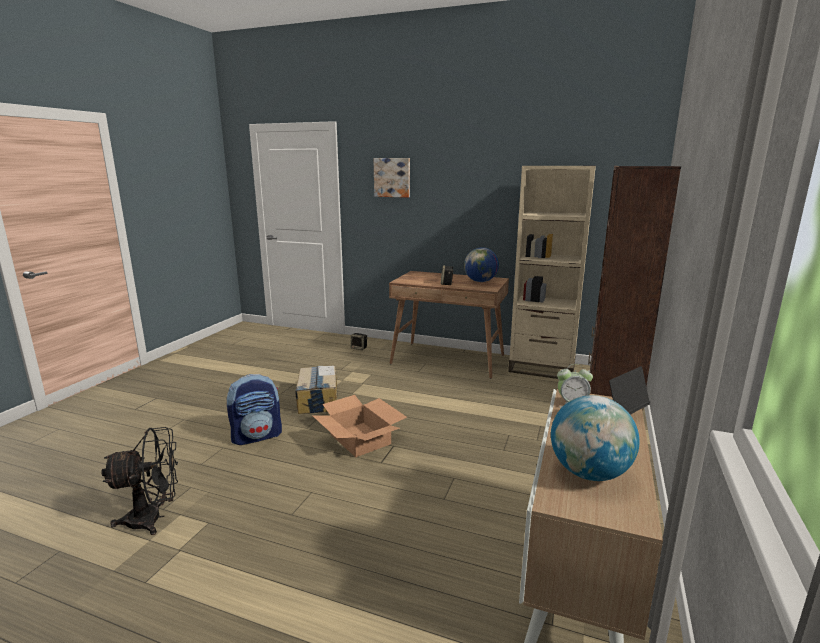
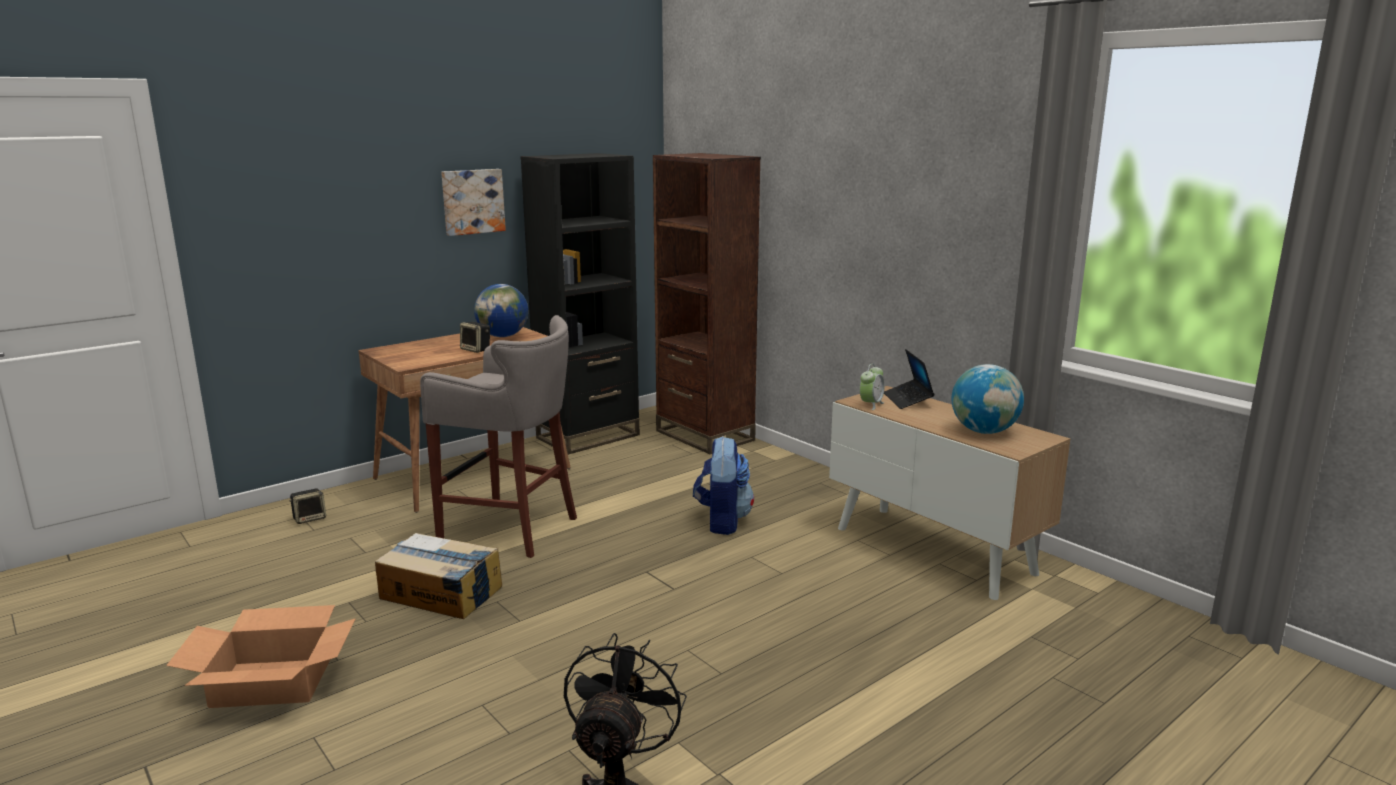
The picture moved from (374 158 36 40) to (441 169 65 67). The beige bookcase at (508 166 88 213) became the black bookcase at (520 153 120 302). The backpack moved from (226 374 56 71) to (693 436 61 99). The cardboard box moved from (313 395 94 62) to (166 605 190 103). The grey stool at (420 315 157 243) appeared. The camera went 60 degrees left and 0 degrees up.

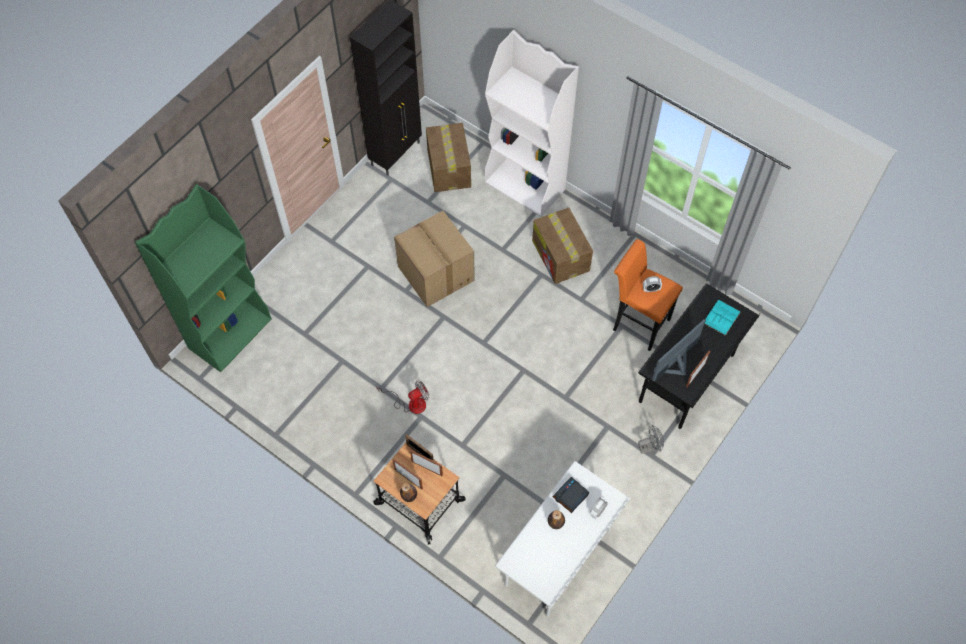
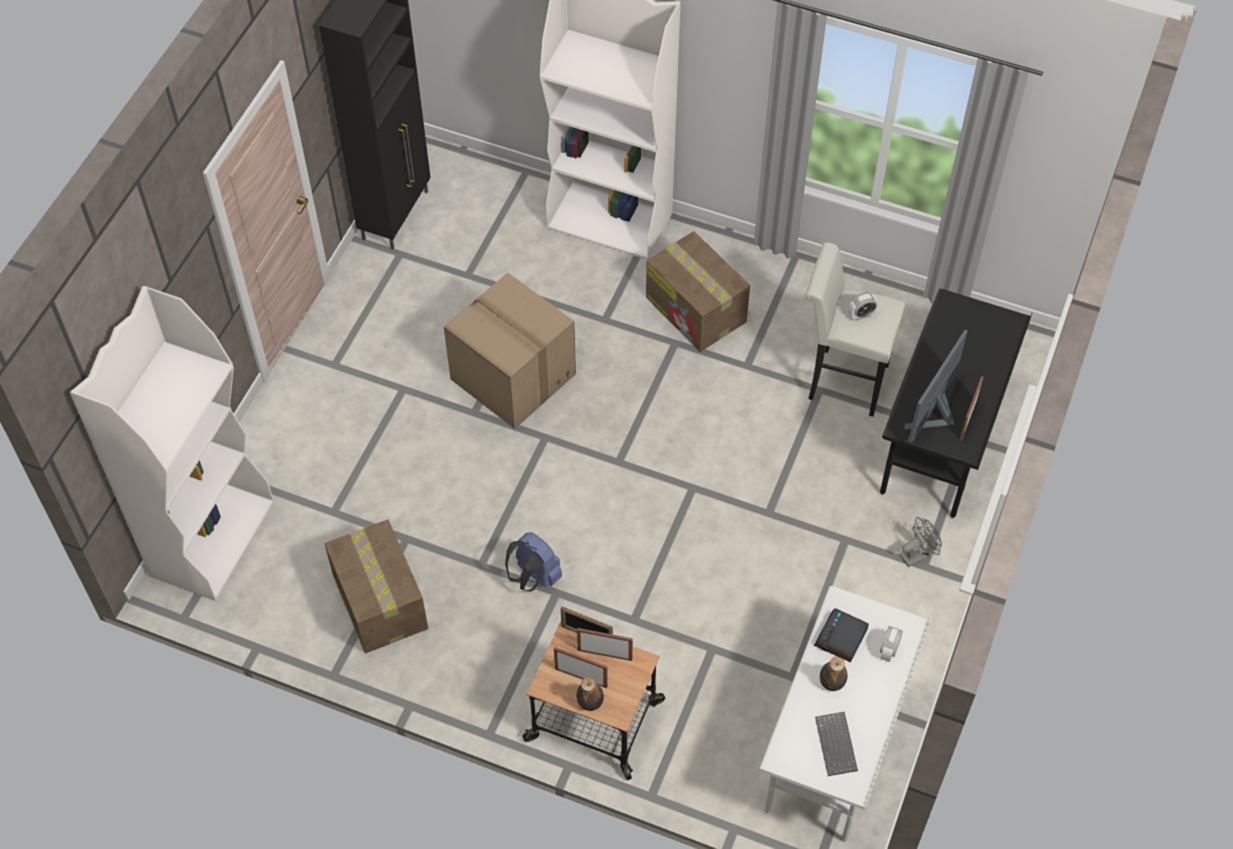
The cardboard box moved from (426 123 45 69) to (325 520 103 133). The green bookcase at (135 184 137 188) became the white bookcase at (70 286 204 315). The orange stool at (613 239 70 112) became the white stool at (805 242 101 175). The turquoise book at (705 299 36 37) disappeared. The fan at (376 380 53 34) was replaced by the blue backpack at (505 532 57 59). The keyboard at (815 712 43 64) appeared. The camera went 15 degrees left and 5 degrees down.

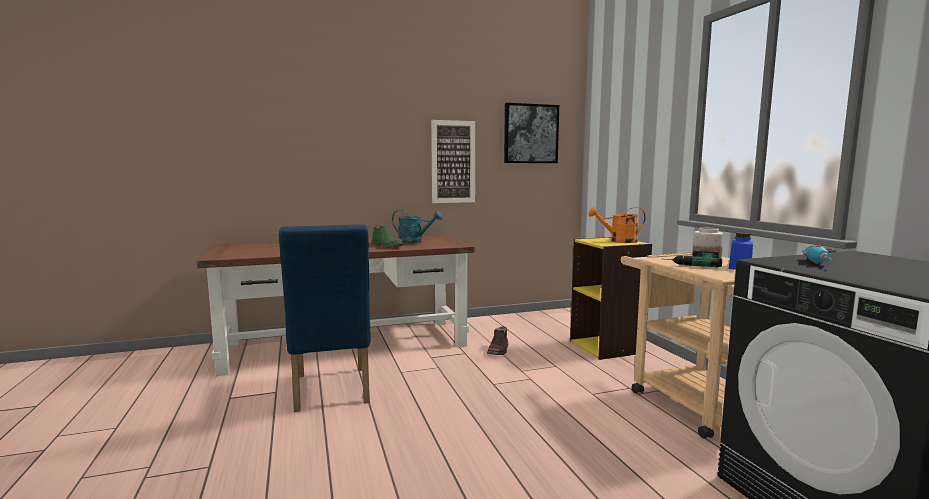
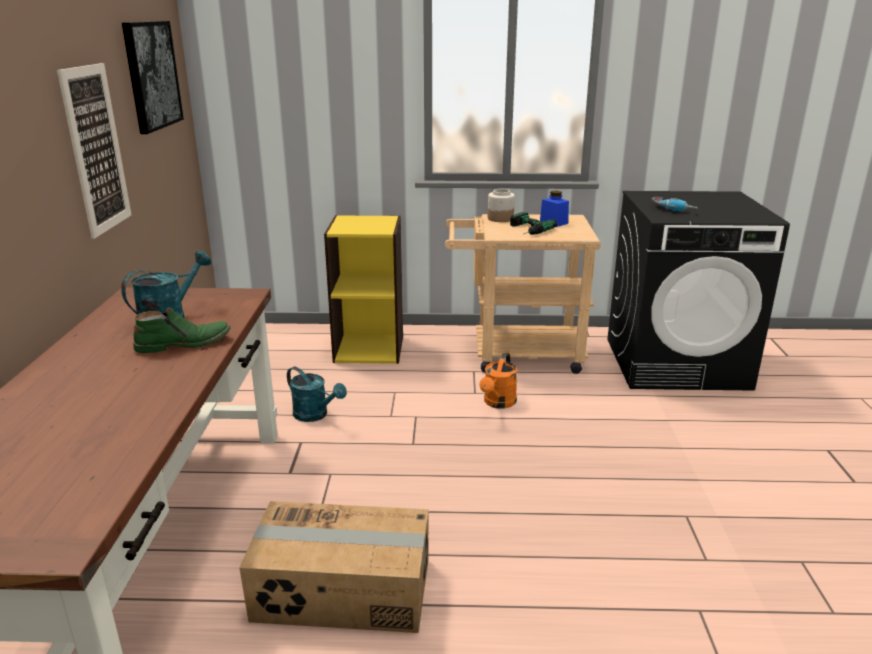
The orange watering can moved from (589 207 57 36) to (479 352 38 57). The blue chair at (279 224 91 188) was replaced by the cardboard box at (239 501 190 132). The brown boot at (487 326 21 29) was replaced by the turquoise watering can at (287 366 60 56). The camera went 70 degrees left and 15 degrees up.

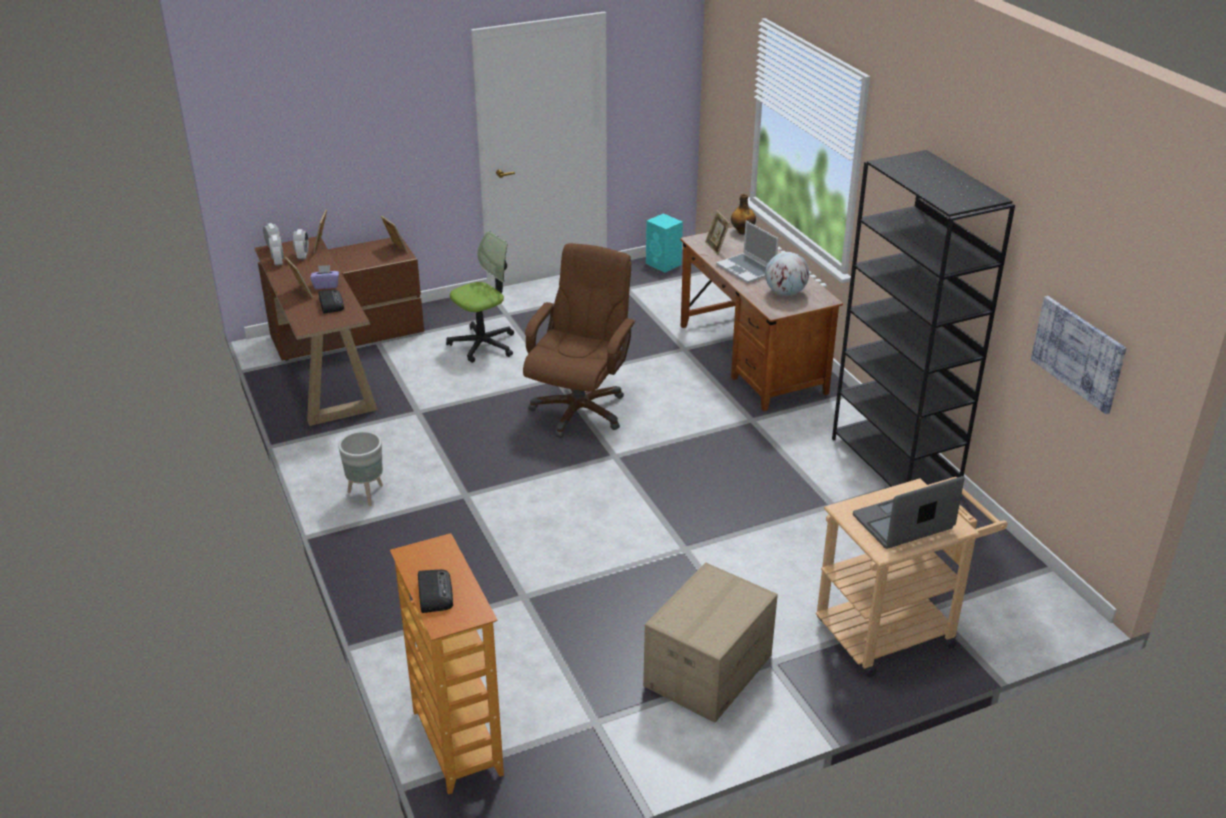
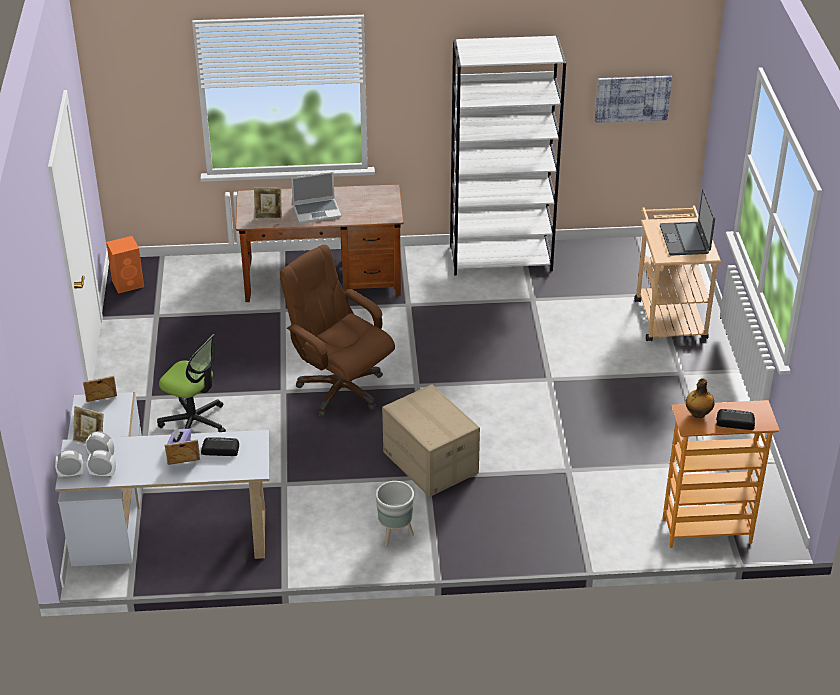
The black bookcase at (832 150 183 337) became the white bookcase at (450 36 116 240). The bottle moved from (731 194 25 41) to (686 378 29 40). The turquoise speaker at (646 213 37 60) became the orange speaker at (106 236 38 58). The office chair at (446 232 68 131) turned 135 degrees clockwise. The brown desk at (255 236 169 190) became the white desk at (55 392 215 174). The globe at (765 252 44 44) disappeared. The cardboard box moved from (643 563 135 159) to (382 384 98 113). The camera went 70 degrees left and 5 degrees up.

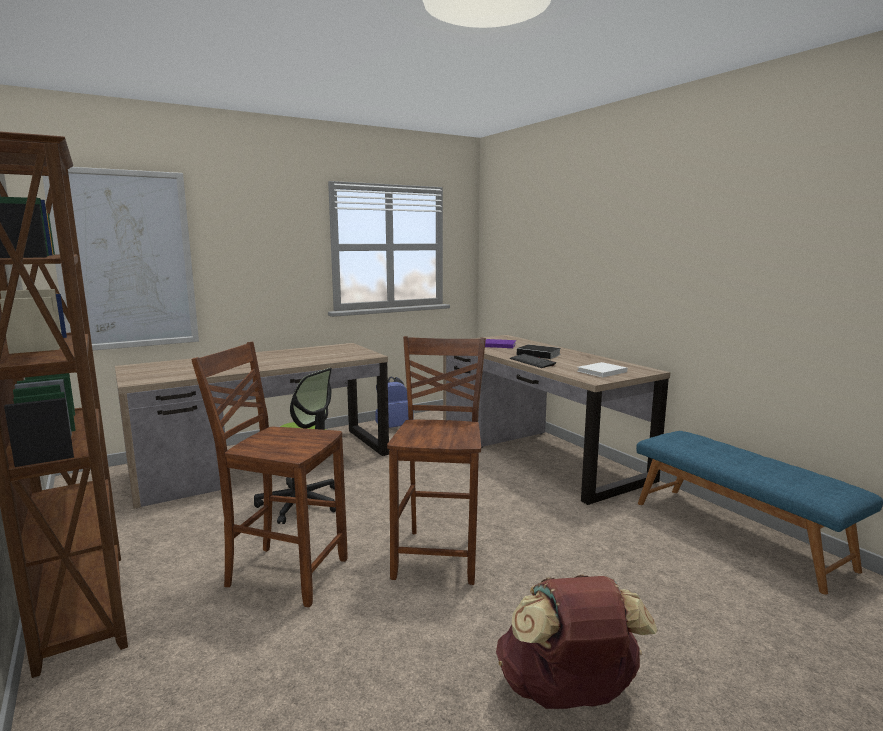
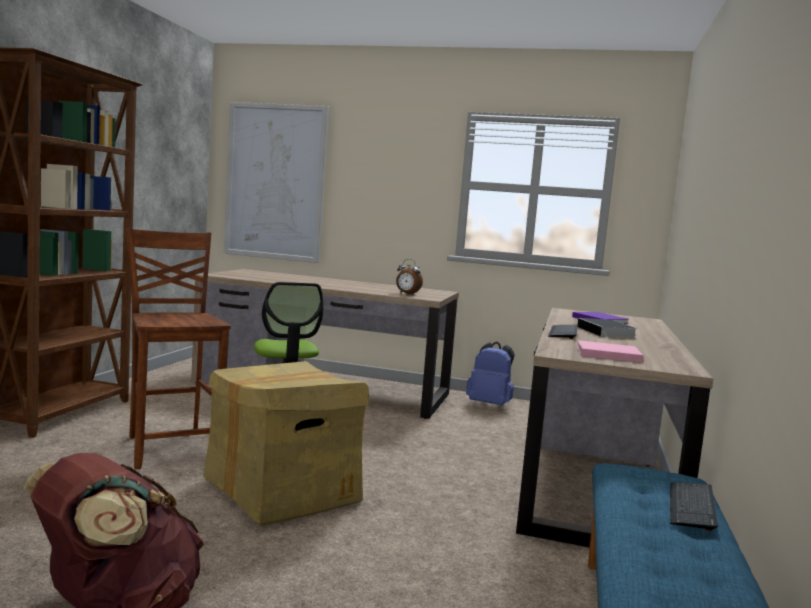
The brown chair at (387 336 99 249) was replaced by the cardboard box at (203 361 167 165). The white book at (577 362 50 15) became the pink book at (577 340 66 23). The alarm clock at (396 259 27 36) appeared. The keyboard at (670 482 48 50) appeared. The camera went 45 degrees right and 5 degrees down.

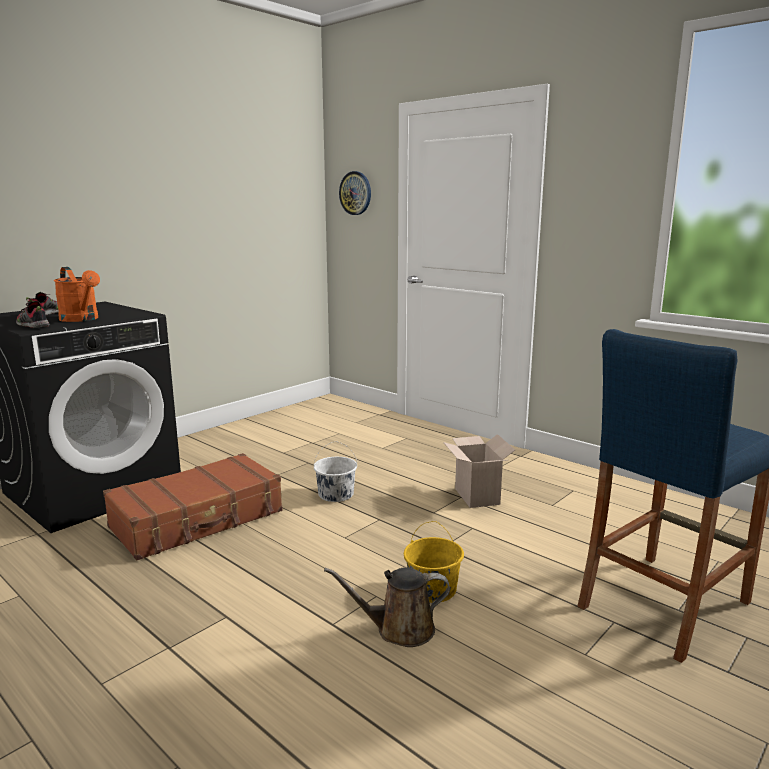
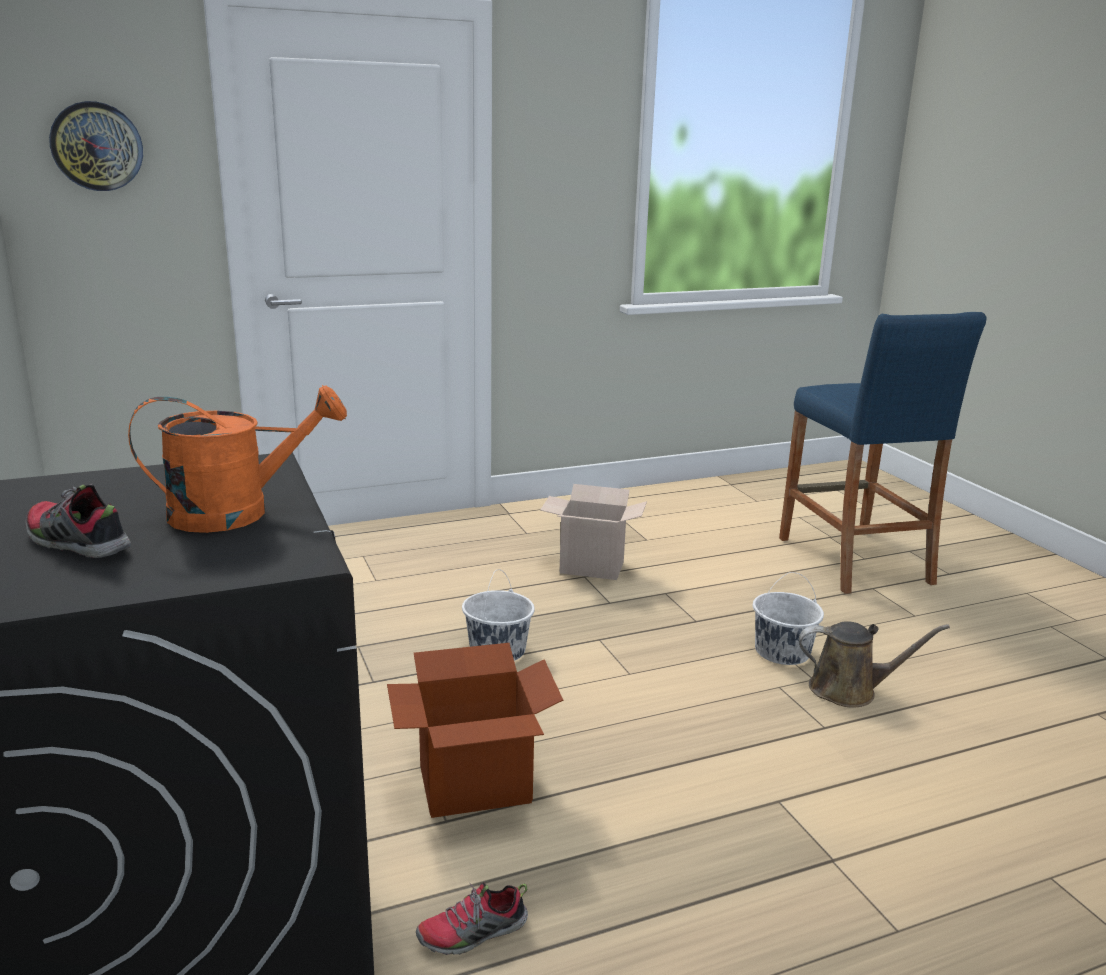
The shoe moved from (16 301 34 27) to (416 882 112 73). The brown suitcase at (103 453 179 108) was replaced by the cardboard box at (387 643 176 175). The yellow bucket at (404 521 60 82) became the white bucket at (753 572 71 93). The brown watering can at (324 567 126 80) turned 105 degrees counterclockwise. The camera went 65 degrees left and 5 degrees up.

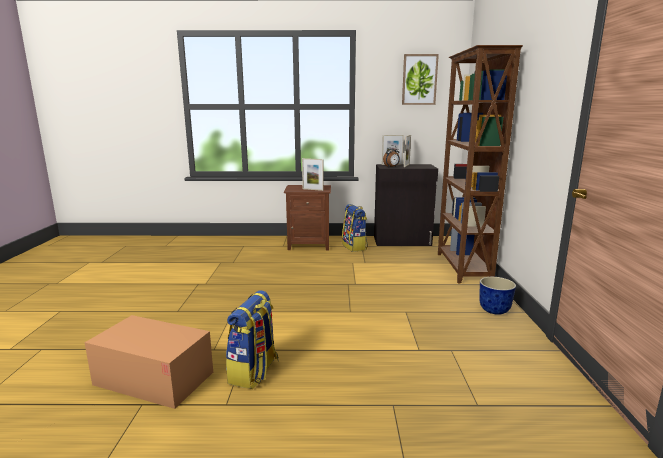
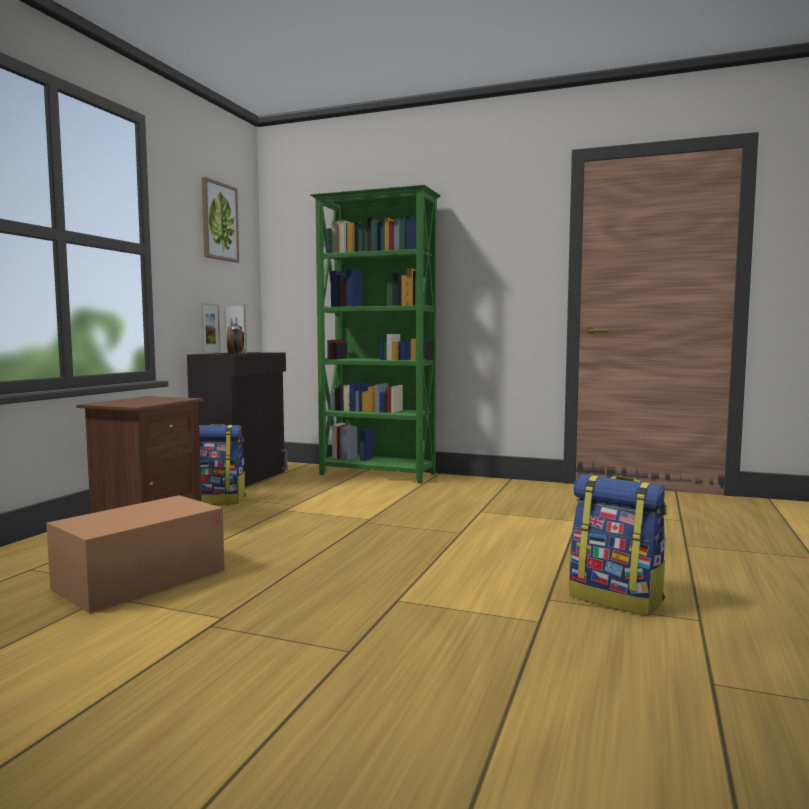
The brown bookcase at (438 45 85 238) became the green bookcase at (310 185 131 298). The picture frame at (302 158 22 33) disappeared. The planter at (479 277 37 38) disappeared. The cardboard box moved from (85 315 128 94) to (46 495 179 118). The camera went 70 degrees left and 10 degrees down.

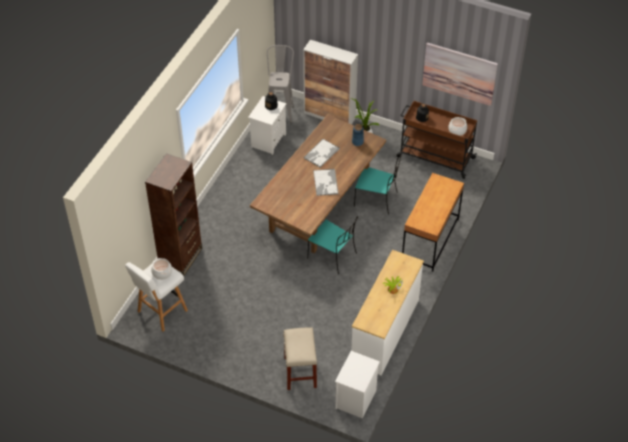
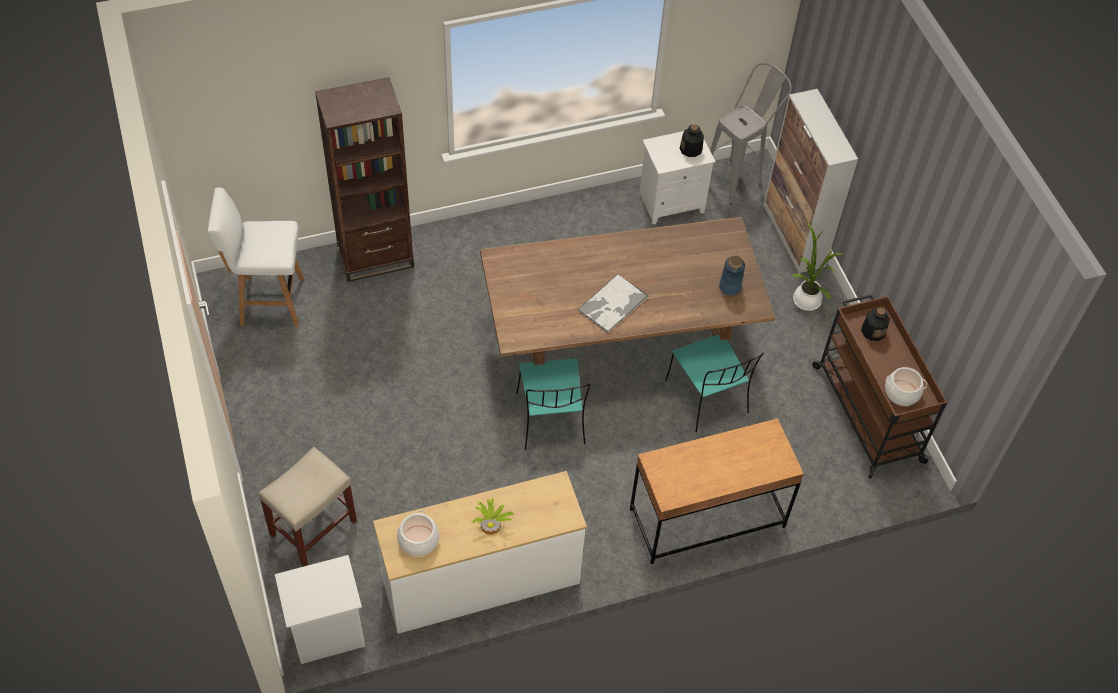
The picture at (422 43 76 63) disappeared. The tray at (303 139 37 28) disappeared. The cooking pot moved from (151 258 21 22) to (397 510 42 46). The camera went 45 degrees right and 5 degrees up.

